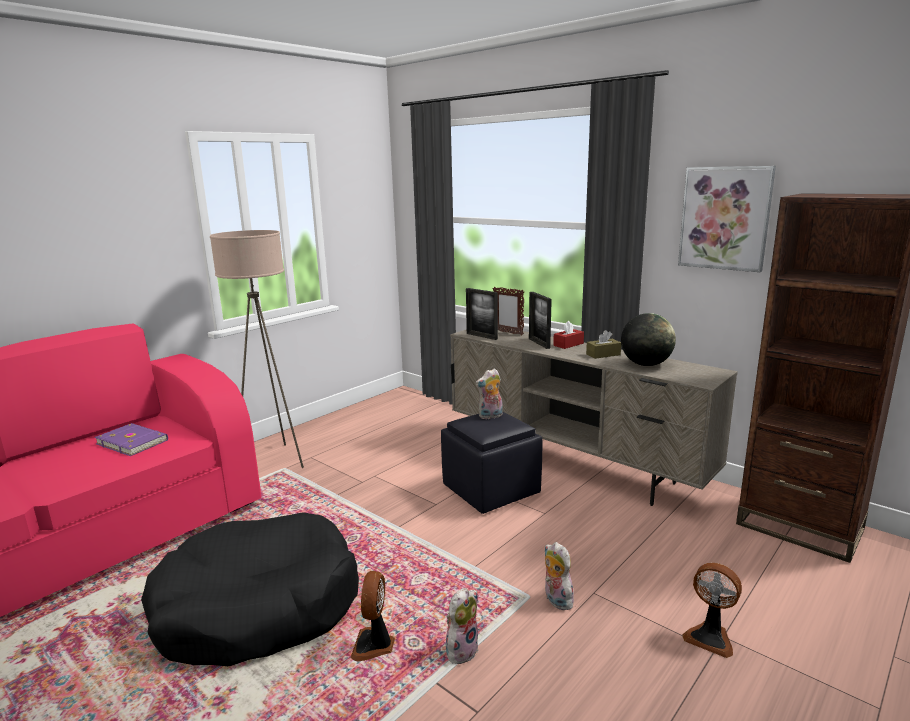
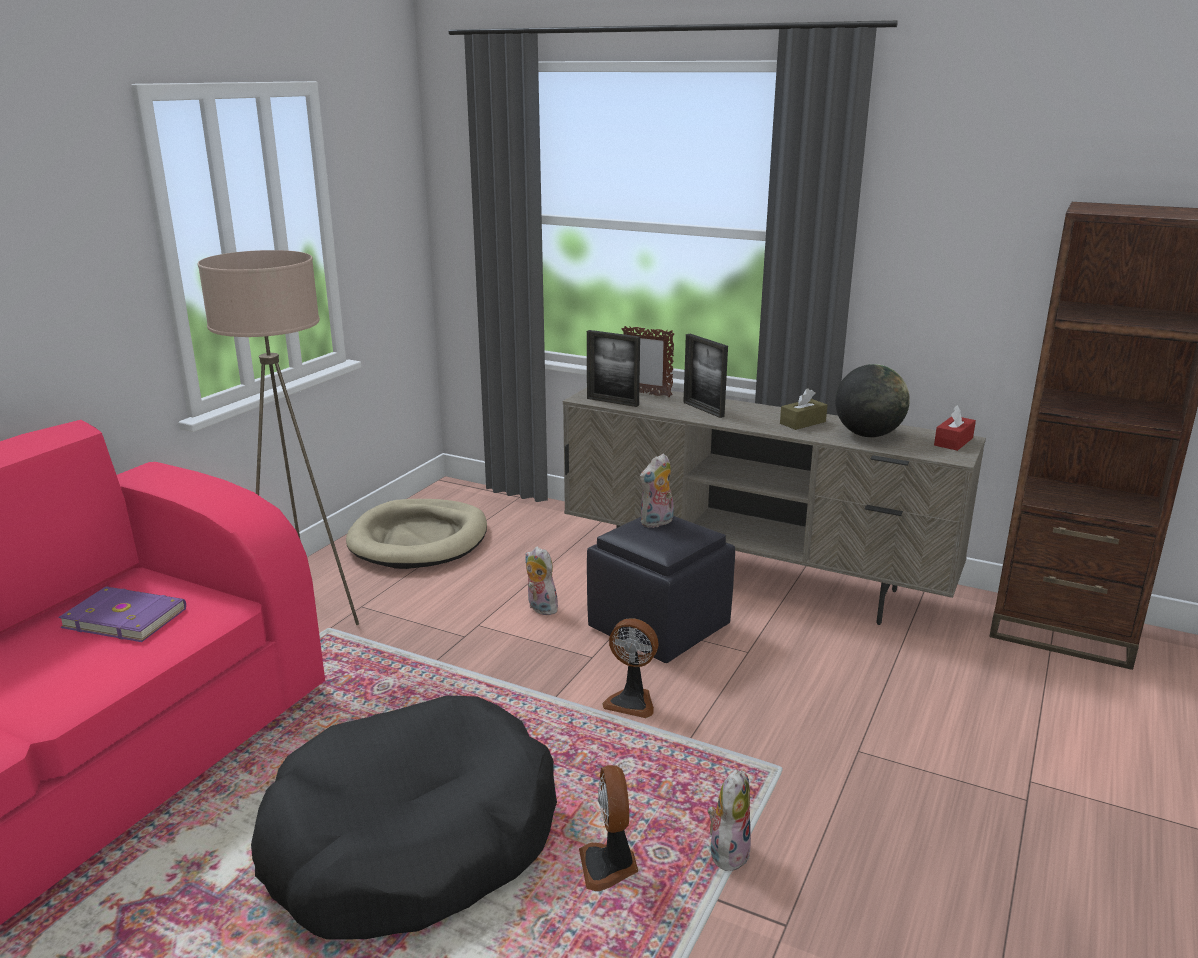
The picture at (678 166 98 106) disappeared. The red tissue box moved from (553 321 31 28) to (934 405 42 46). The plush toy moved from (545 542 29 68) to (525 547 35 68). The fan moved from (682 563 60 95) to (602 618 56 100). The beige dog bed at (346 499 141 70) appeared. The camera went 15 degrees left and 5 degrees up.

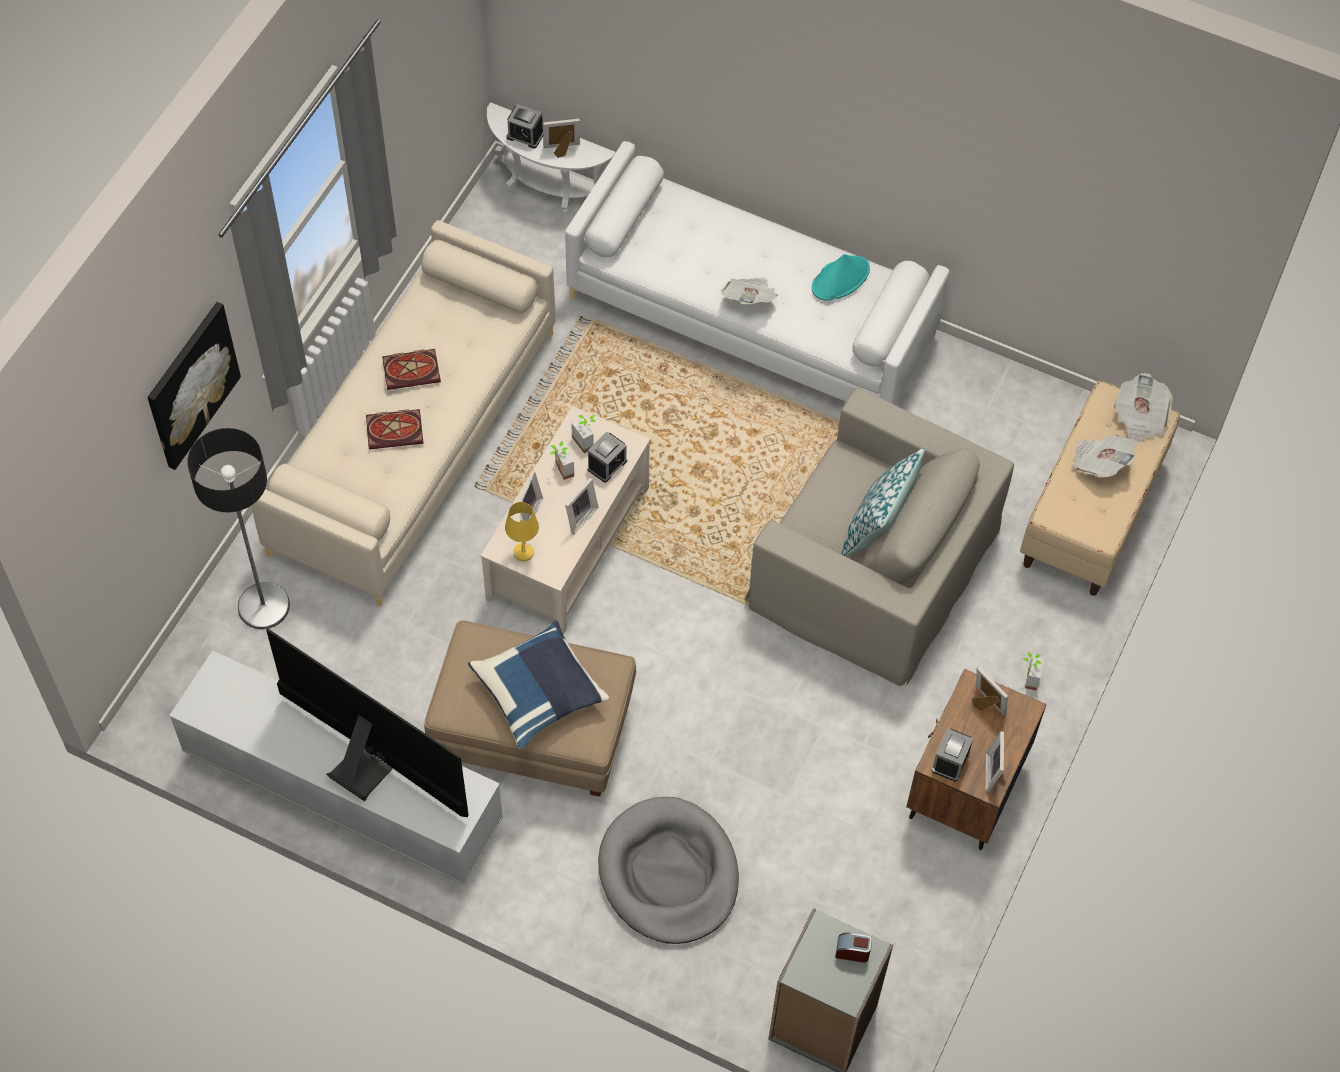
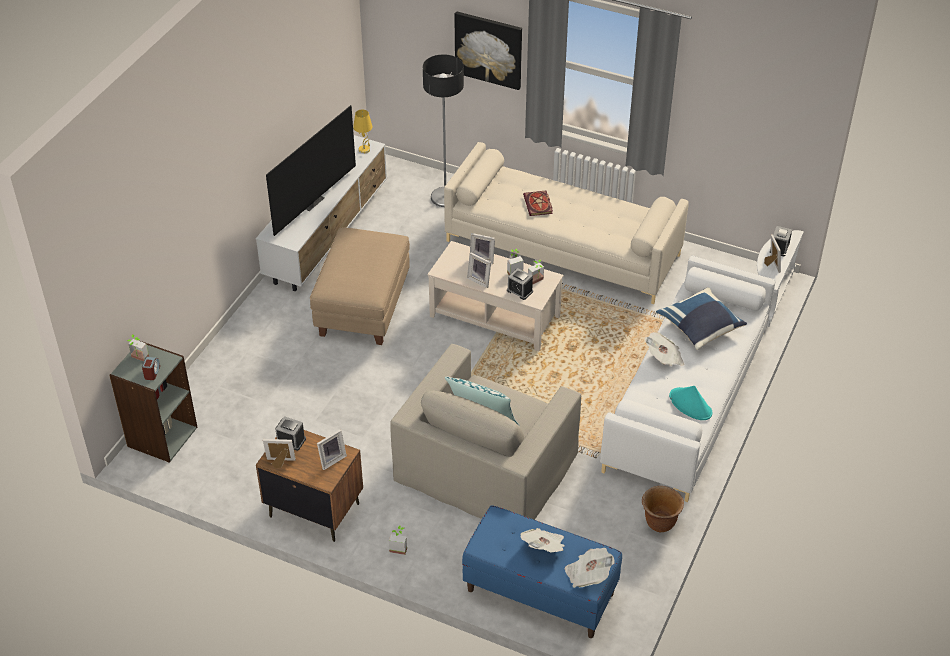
The book at (382 349 59 41) disappeared. The beige bench at (1020 381 160 215) became the blue bench at (462 505 160 133). The yellow table lamp moved from (505 502 34 59) to (353 110 19 43). The blue pillow moved from (468 620 141 129) to (656 287 91 63). The grey dog bed at (598 797 141 147) disappeared. The potted plant at (127 334 22 27) appeared. The brown planter at (642 486 42 46) appeared. The camera went 90 degrees right and 15 degrees down.

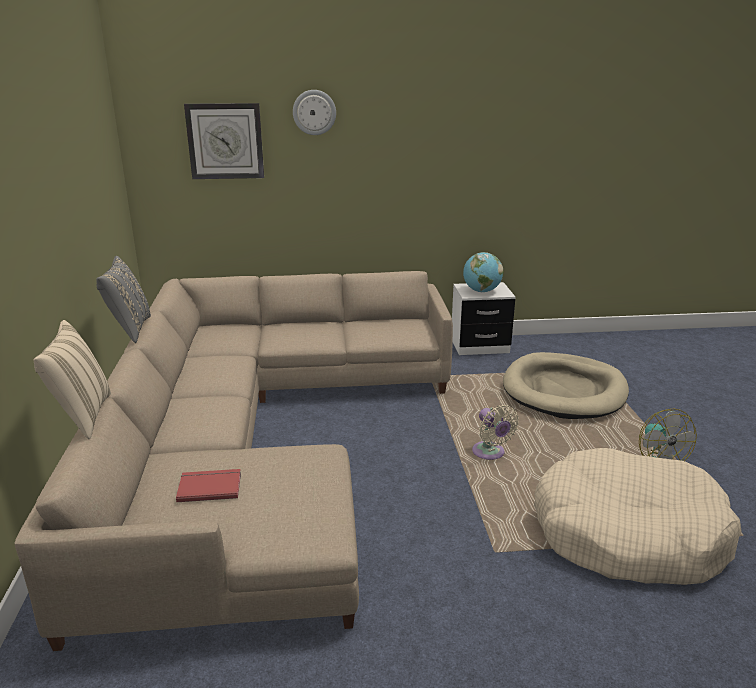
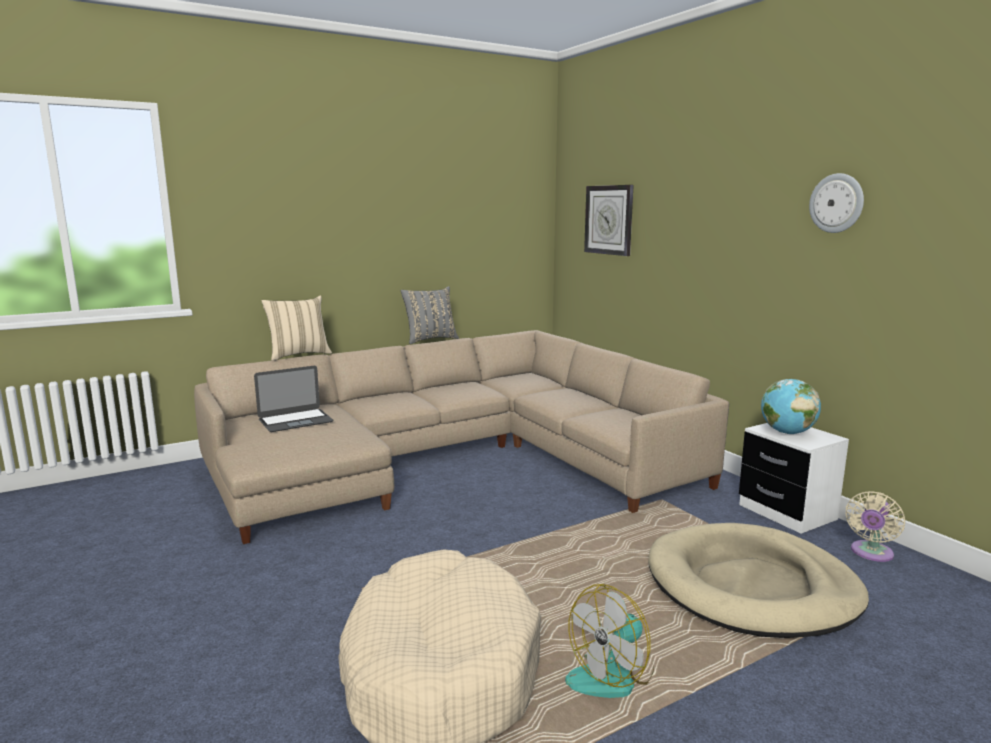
The wall clock moved from (293 90 43 45) to (809 173 55 60). The beige fan moved from (472 405 47 55) to (846 491 59 71). The red book at (176 469 65 33) was replaced by the laptop at (254 366 79 66). The camera went 65 degrees right and 10 degrees down.

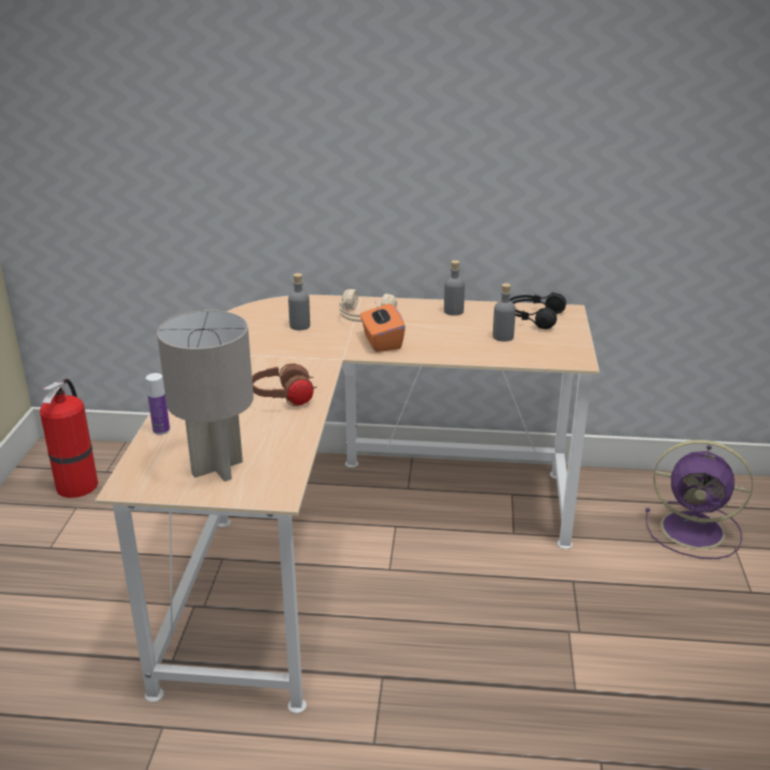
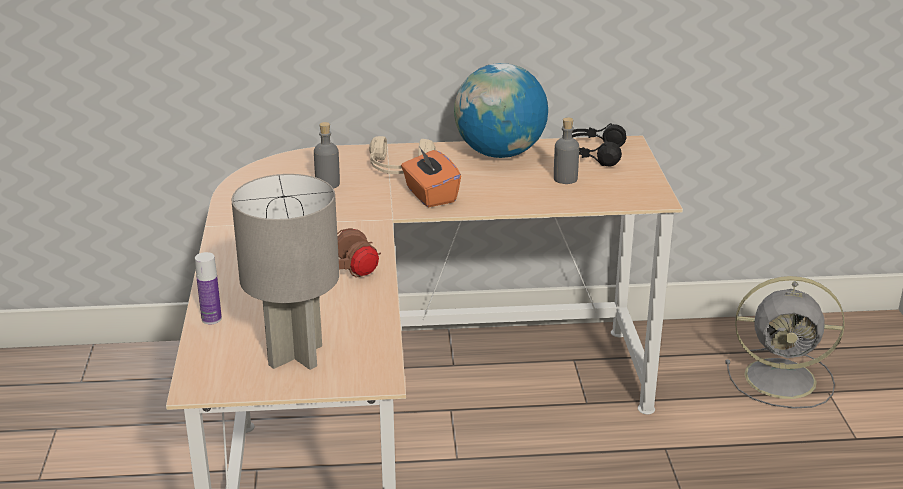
The grey bottle at (444 260 21 56) was replaced by the globe at (454 63 94 95). The fire extinguisher at (40 378 58 120) disappeared. The purple fan at (646 440 107 119) became the grey fan at (725 276 120 133). The camera went 10 degrees left and 0 degrees up.

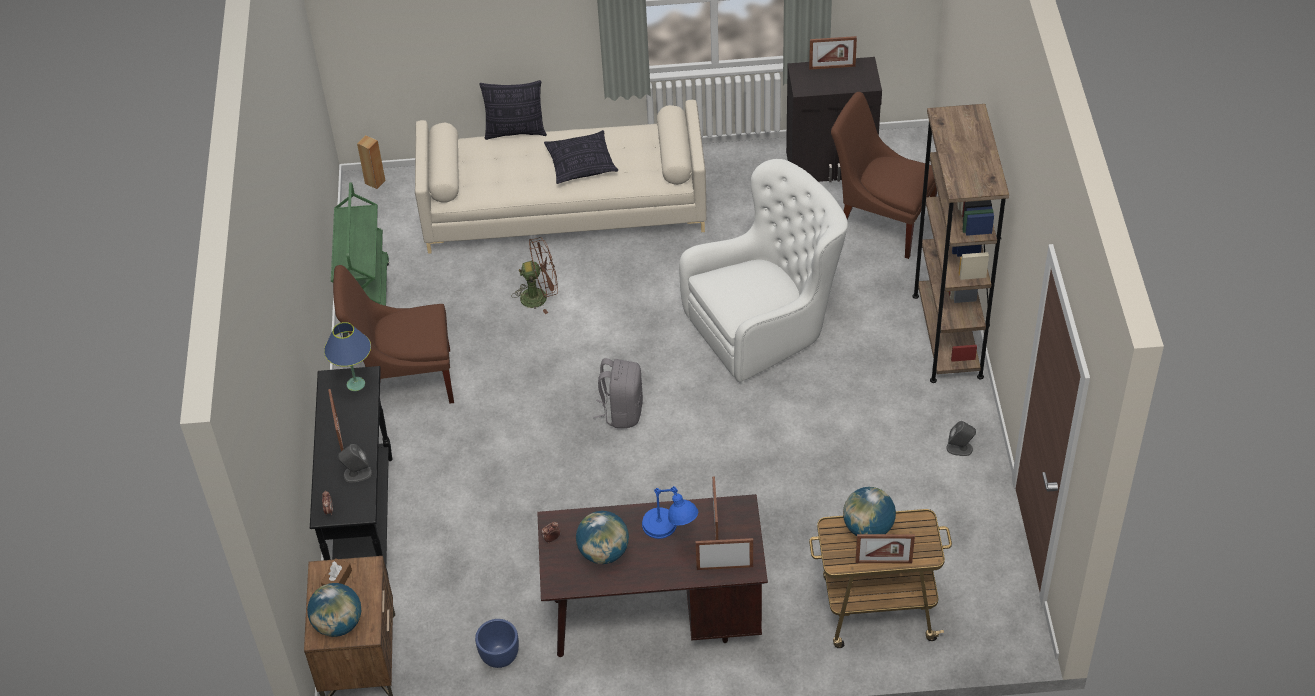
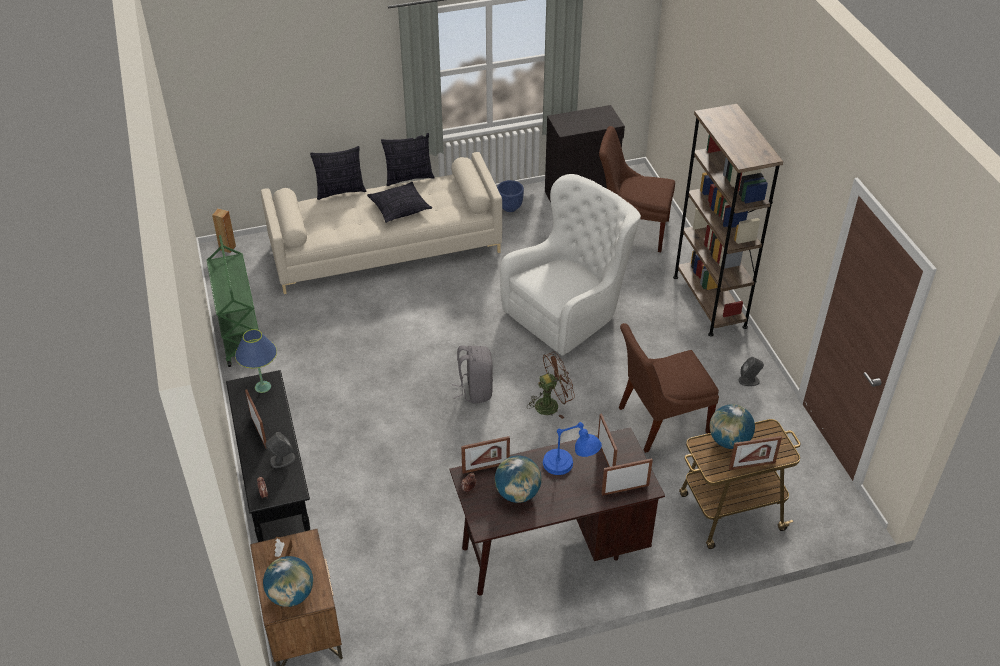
The picture frame moved from (809 36 48 34) to (461 436 49 38). The brown fan moved from (511 237 47 77) to (528 352 47 67). The brown chair moved from (333 265 121 139) to (619 323 100 130). The blue planter moved from (475 619 44 49) to (497 180 27 32). The pillow at (381 133 54 53) appeared. The camera went 15 degrees left and 5 degrees down.

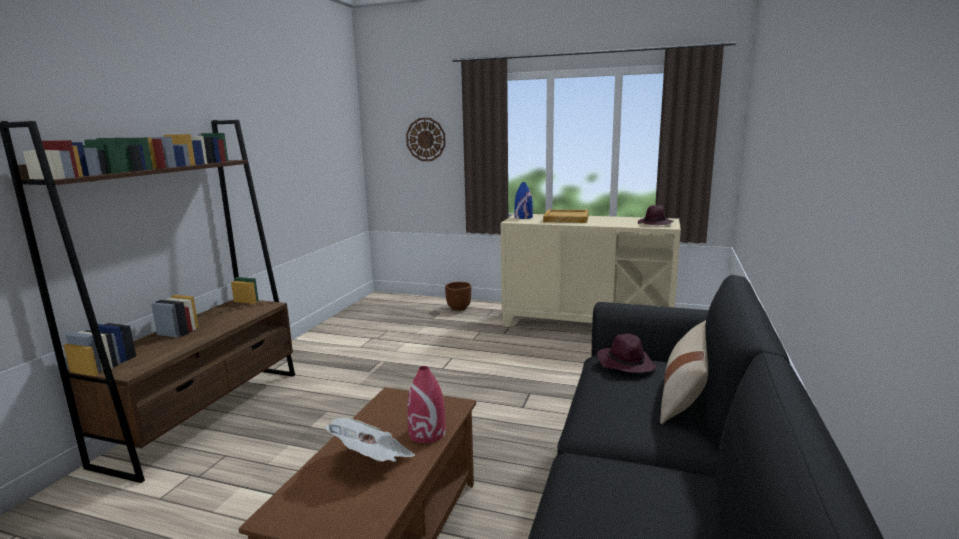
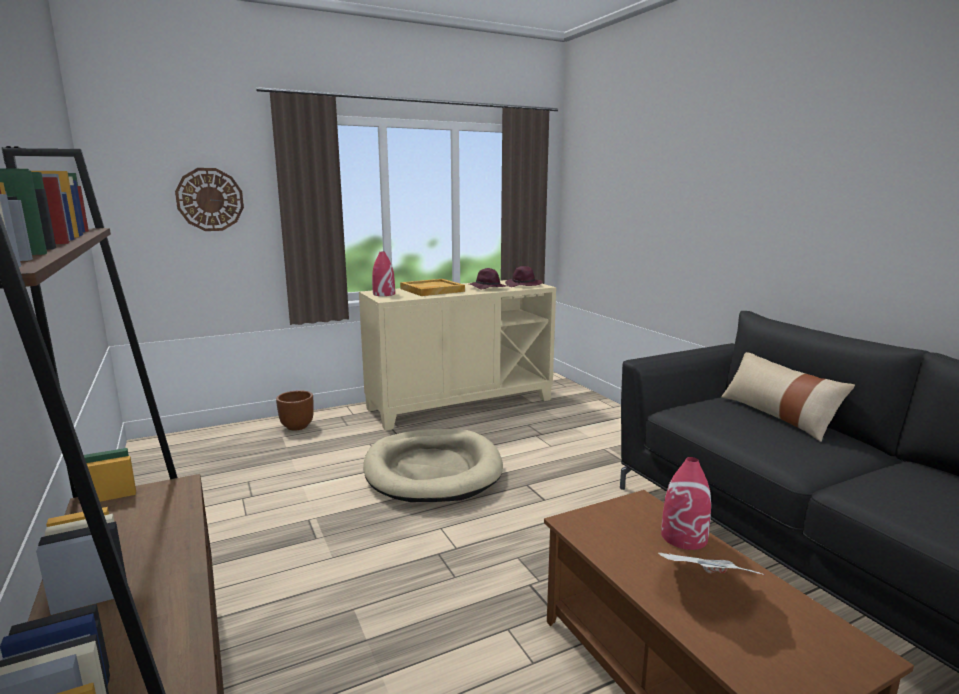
The blue vase at (514 182 19 37) became the red vase at (372 251 23 45). The purple hat moved from (597 334 59 39) to (470 268 37 22). The beige dog bed at (363 429 140 73) appeared. The camera went 45 degrees left and 0 degrees up.

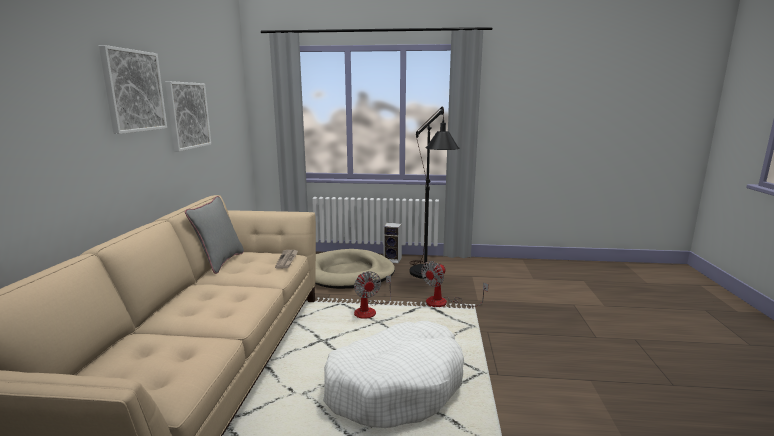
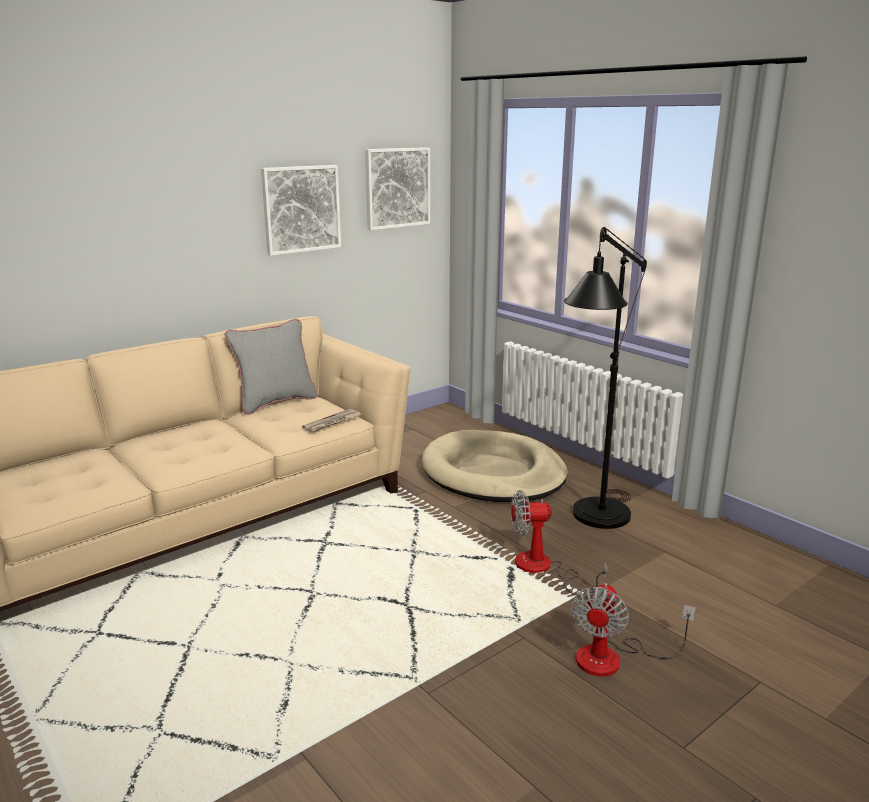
The picture moved from (99 45 68 89) to (365 147 65 83). The speaker at (384 222 18 42) disappeared. The fan moved from (354 271 37 48) to (571 583 125 93). The white dog bed at (323 321 141 107) disappeared. The camera went 45 degrees right and 5 degrees up.

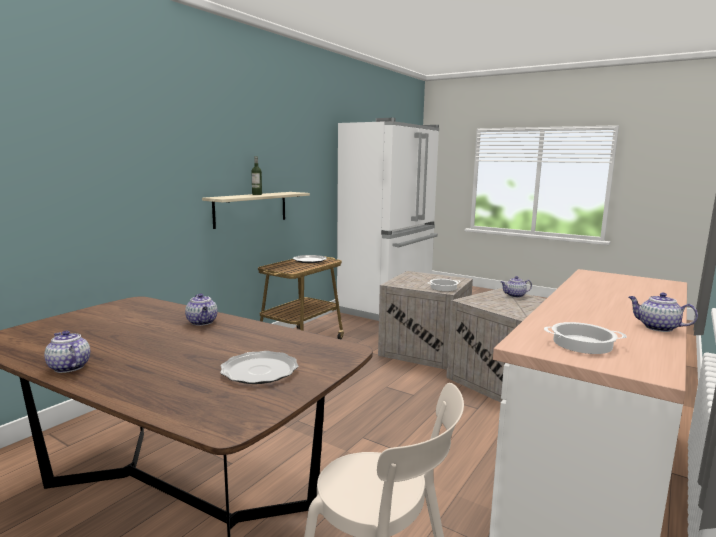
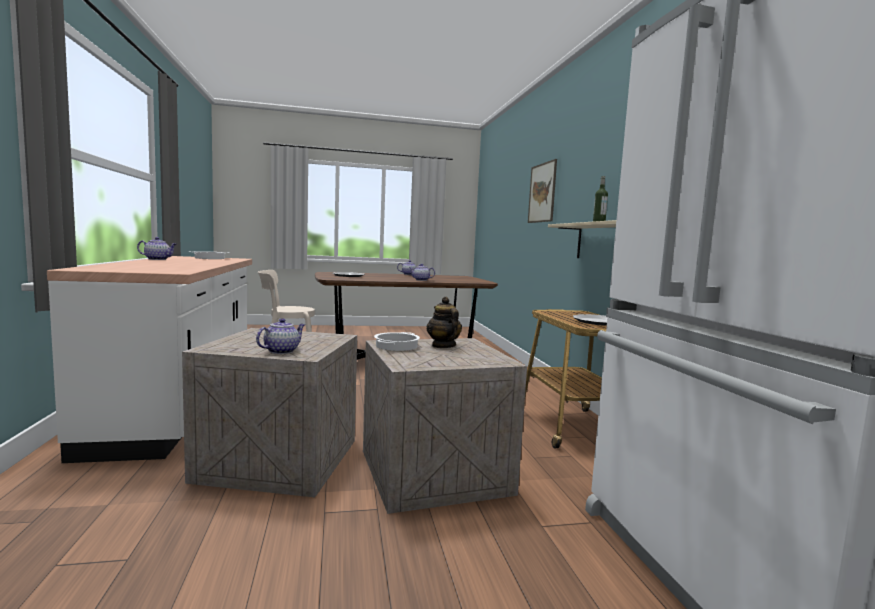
The picture at (528 159 29 64) appeared. The teapot at (426 297 36 51) appeared. The camera went 135 degrees right and 5 degrees down.

